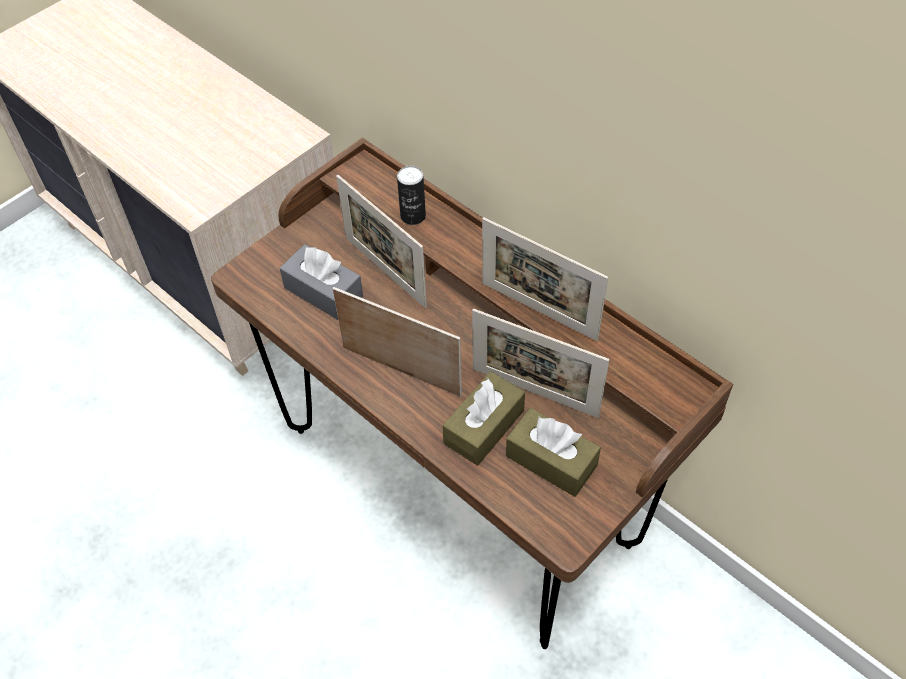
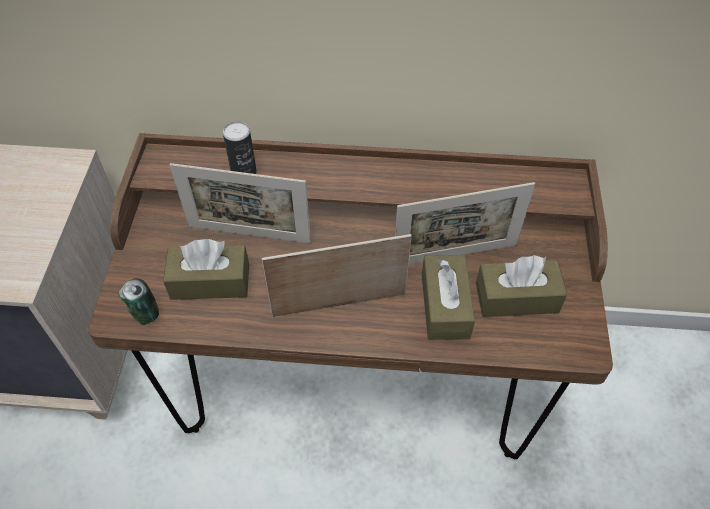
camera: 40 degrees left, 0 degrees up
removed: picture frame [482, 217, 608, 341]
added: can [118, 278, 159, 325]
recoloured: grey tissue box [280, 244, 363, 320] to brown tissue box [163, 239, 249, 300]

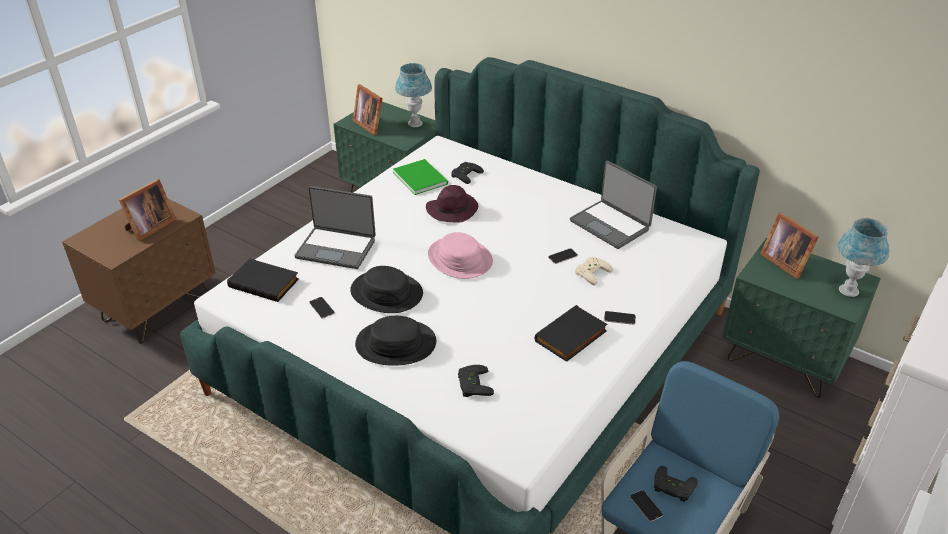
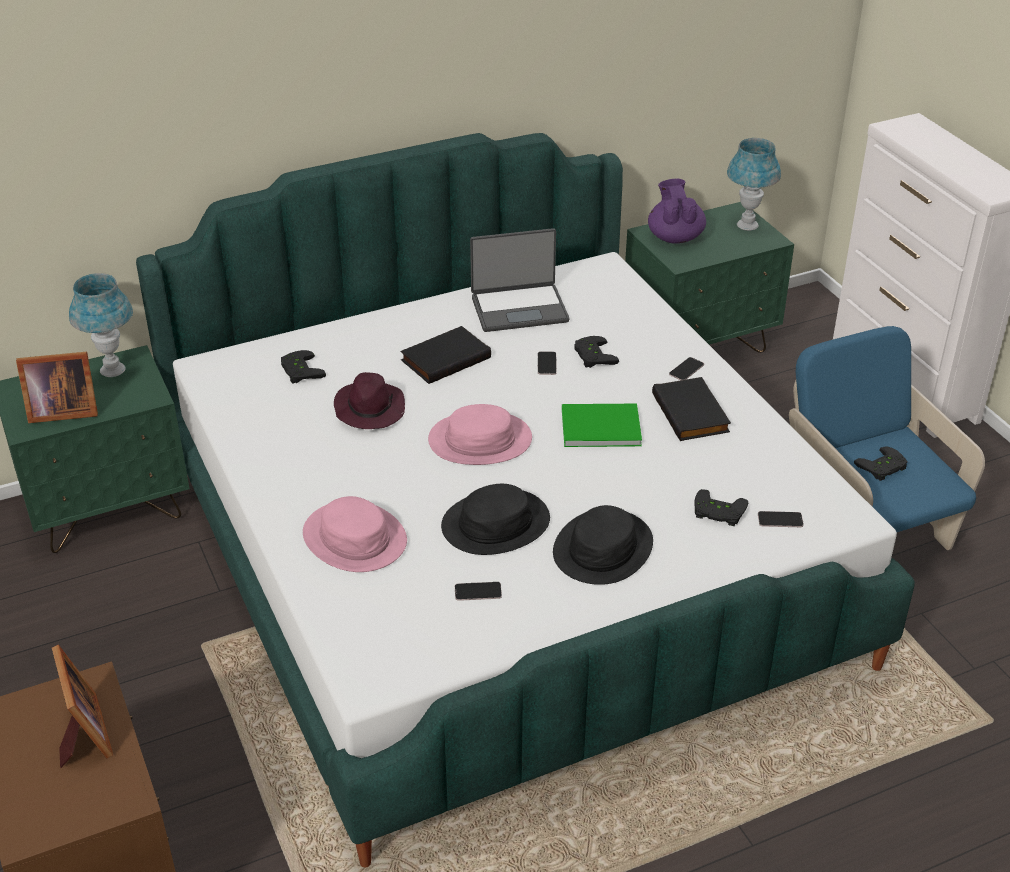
camera: 60 degrees left, 0 degrees up
moved: black book [227, 258, 299, 302] to [401, 326, 491, 384]; green book [393, 159, 448, 195] to [562, 404, 642, 447]; phone [630, 490, 663, 522] to [758, 511, 804, 527]
replaced: laptop [294, 186, 376, 269] to pink hat [303, 496, 407, 572]; picture frame [760, 212, 819, 279] to purple teapot [648, 179, 706, 244]
recoloured: beige game controller [575, 257, 613, 285] to black game controller [574, 336, 619, 368]

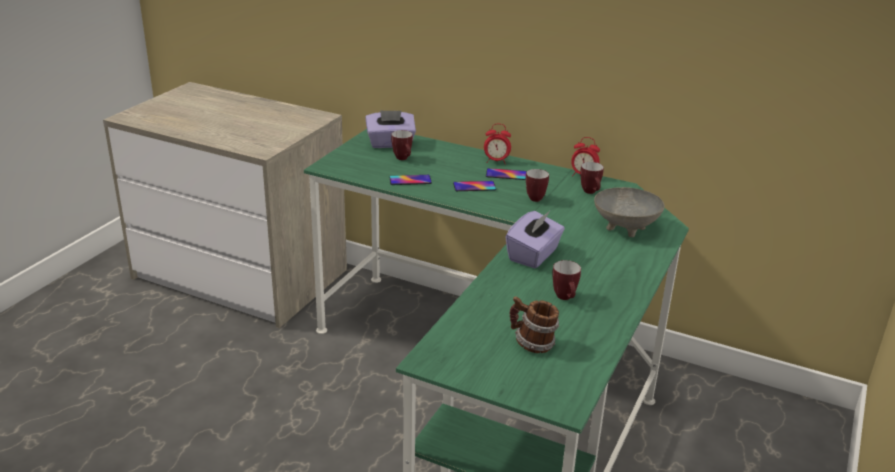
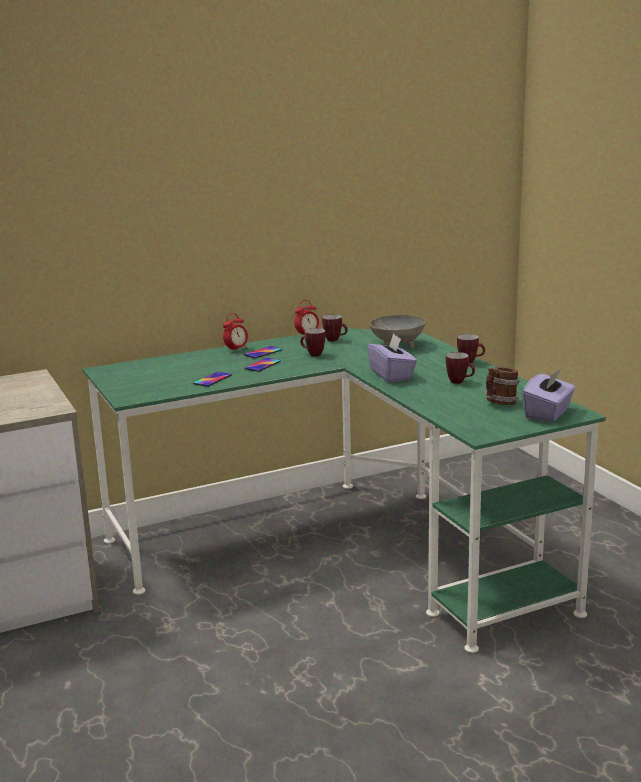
camera: 50 degrees left, 10 degrees down
moved: purple tissue box [365, 110, 416, 148] to [522, 369, 575, 423]; mug [391, 130, 413, 160] to [457, 334, 485, 363]

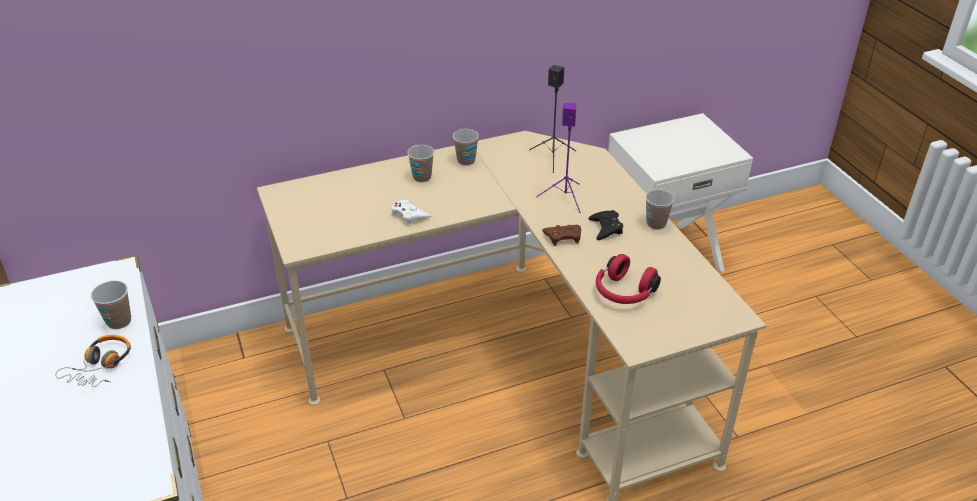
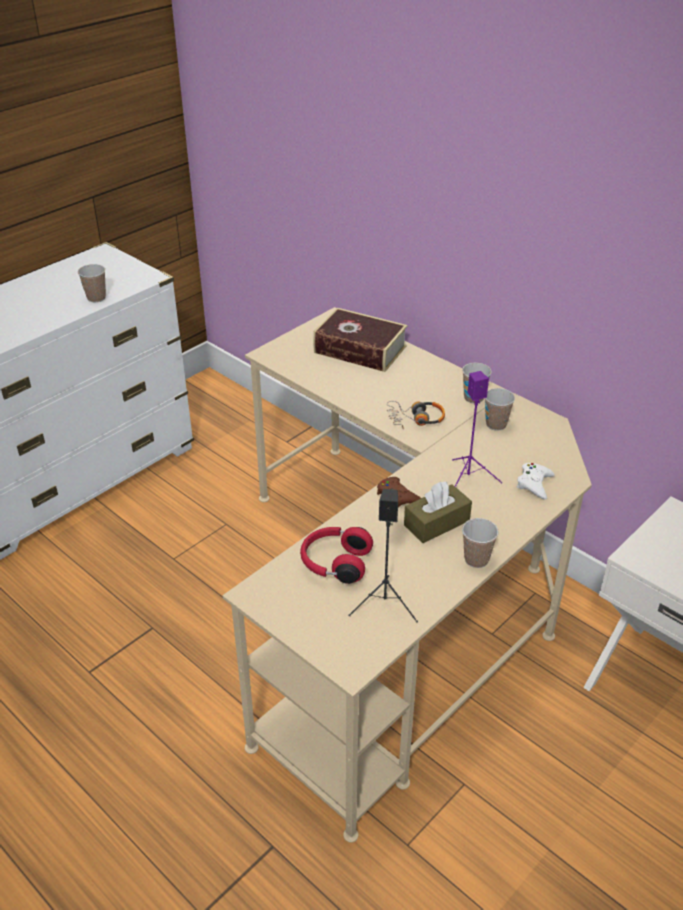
camera: 65 degrees right, 0 degrees up
added: book [313, 308, 407, 372]
moved: headphones [55, 335, 131, 387] to [386, 401, 445, 429]; white game controller [391, 200, 431, 225] to [517, 463, 555, 500]; cup [407, 145, 434, 182] to [485, 388, 515, 431]; black speaker [529, 65, 576, 173] to [348, 489, 418, 623]
replaced: black game controller [589, 210, 623, 240] to brown tissue box [404, 482, 472, 543]

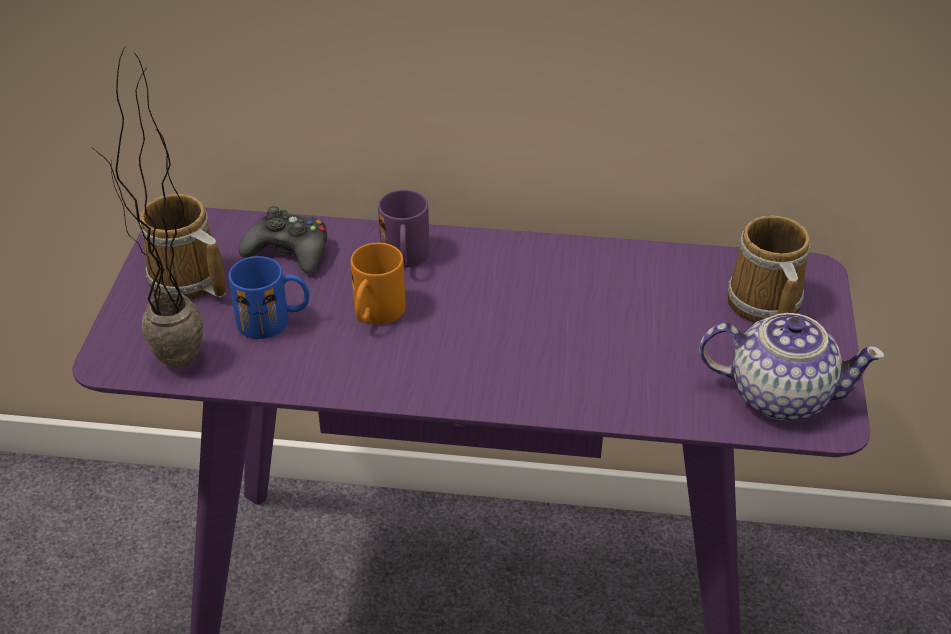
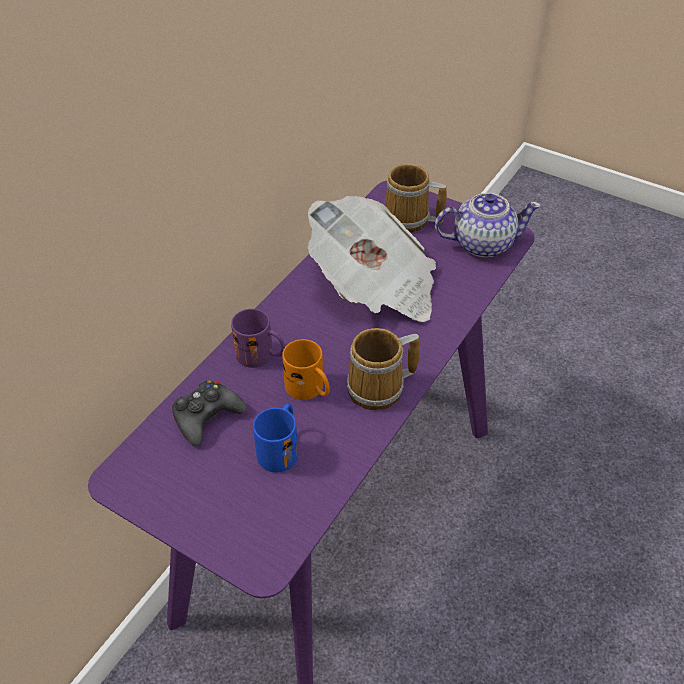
camera: 65 degrees left, 5 degrees up
removed: potted plant [93, 47, 203, 368]
added: newspaper [308, 196, 436, 322]
moved: mug [139, 194, 226, 300] to [347, 328, 420, 410]
turned: teapot [699, 313, 885, 420] = [435, 193, 541, 257] 45 degrees clockwise

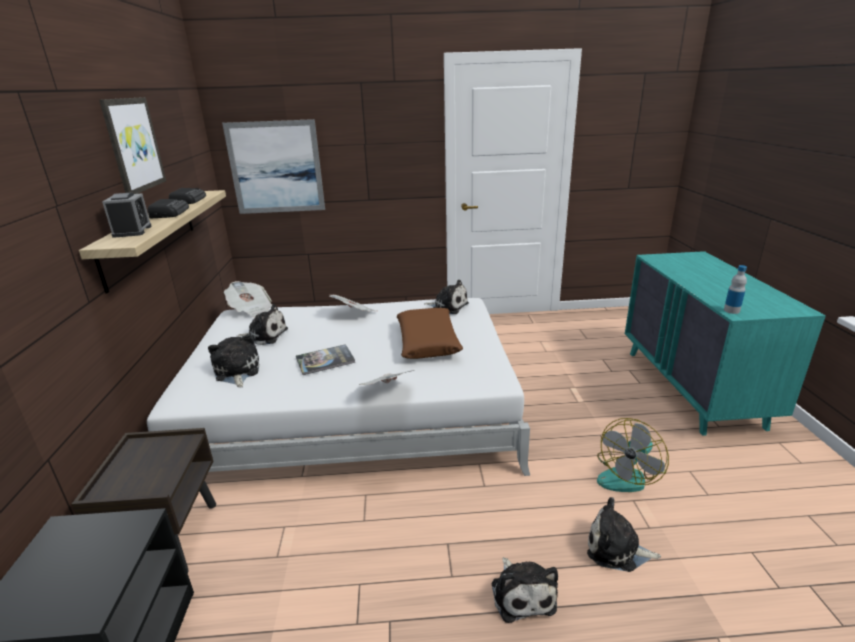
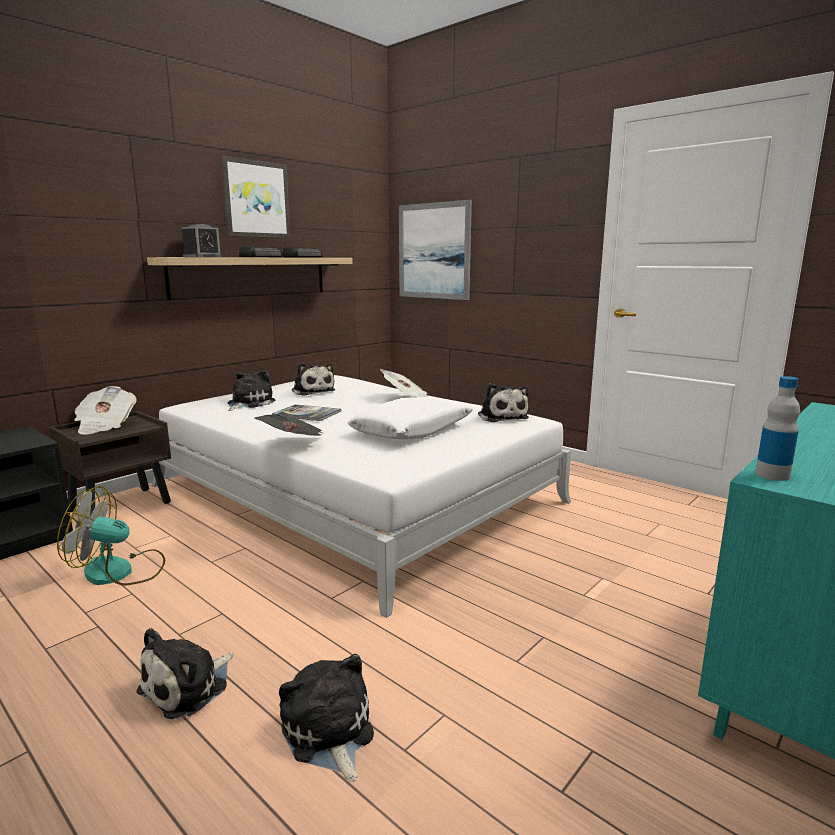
camera: 45 degrees right, 10 degrees down
moved: newspaper [224, 281, 273, 318] to [74, 386, 137, 434]; fan [597, 418, 669, 492] to [57, 486, 165, 586]
recoloured: brown pillow [397, 308, 463, 359] to white pillow [348, 397, 473, 439]

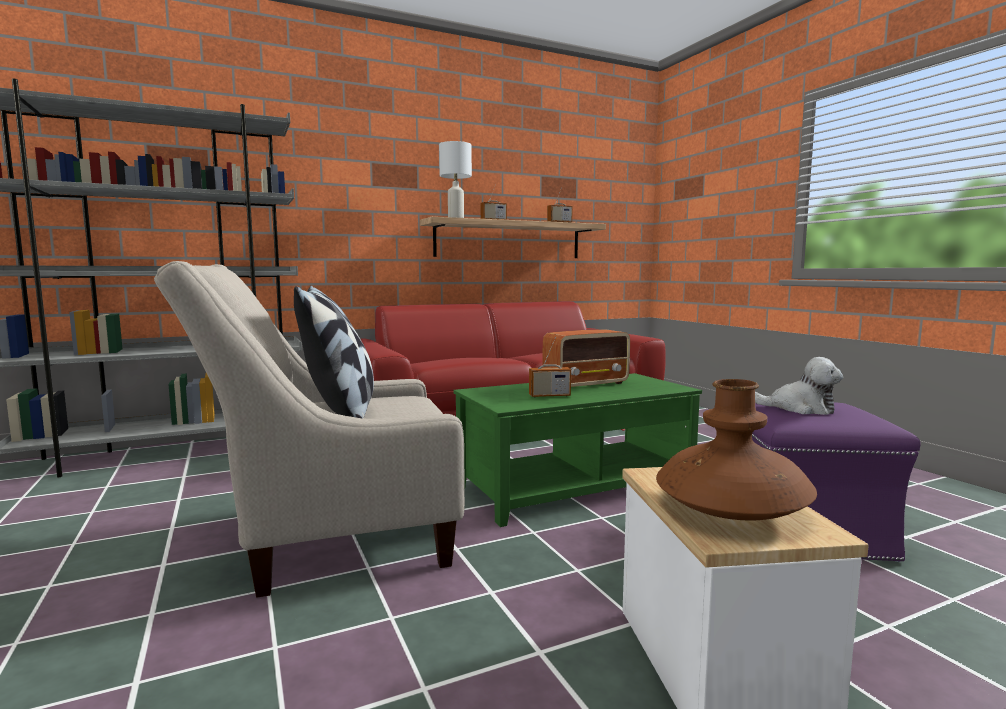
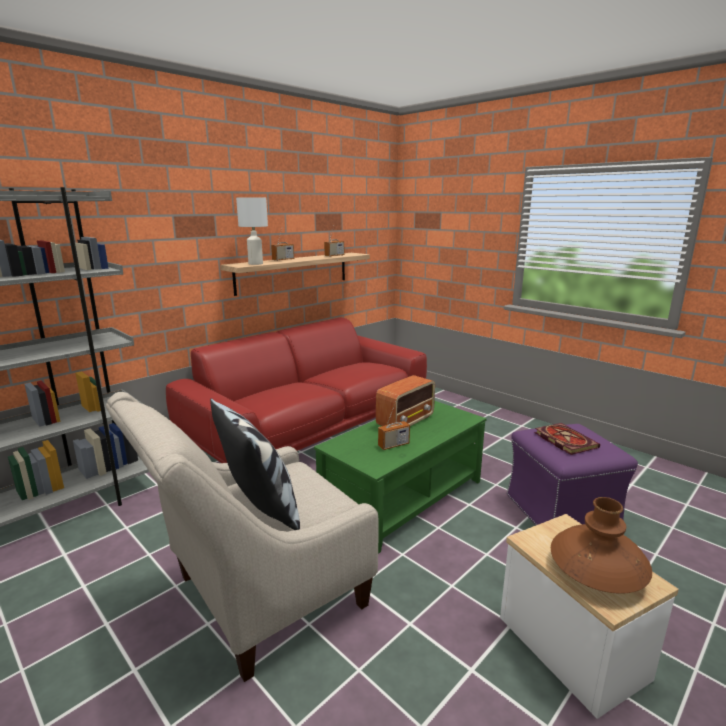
camera: 20 degrees left, 10 degrees up
replaced: plush toy [755, 357, 843, 415] to book [534, 423, 600, 455]

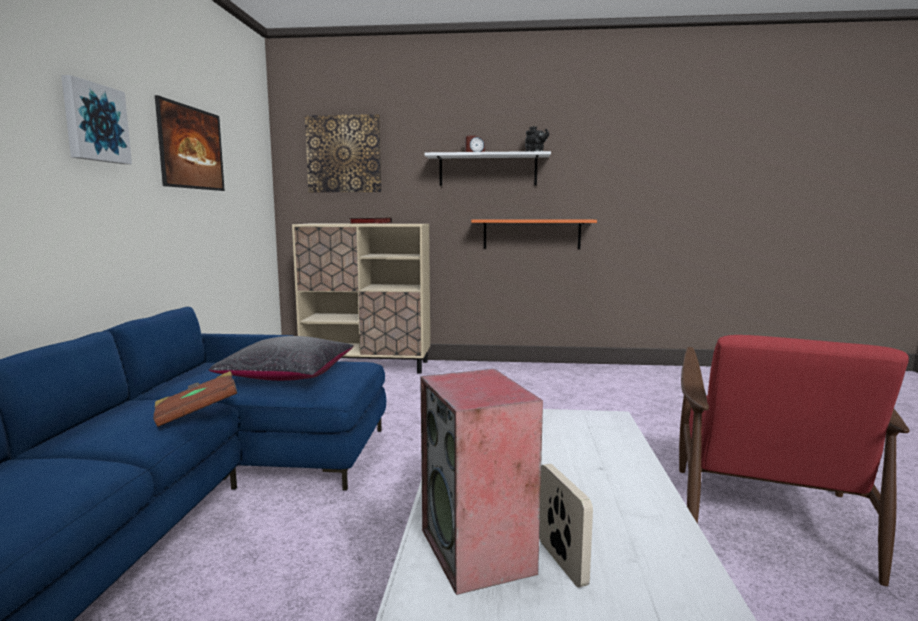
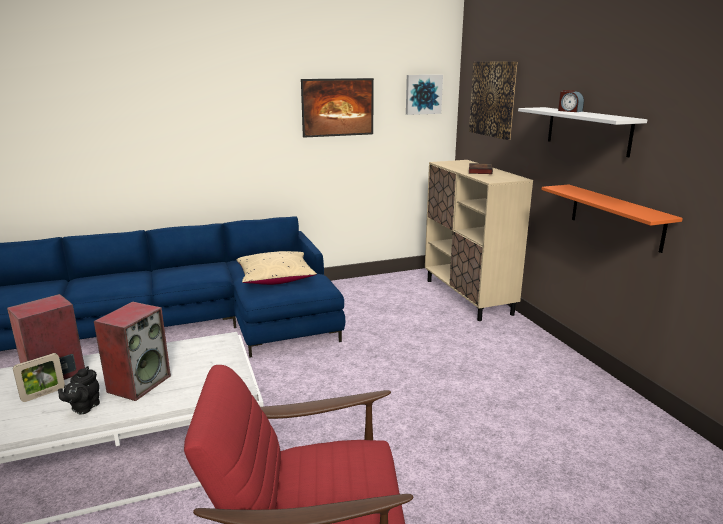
camera: 65 degrees right, 10 degrees up
removed: brown book [153, 371, 237, 427]
added: speaker [94, 302, 171, 401]
moved: picture [61, 75, 132, 164] to [406, 75, 443, 115]; black teapot [525, 126, 549, 151] to [58, 366, 100, 415]
recoloured: black pillow [209, 336, 354, 381] to beige pillow [237, 251, 317, 285]

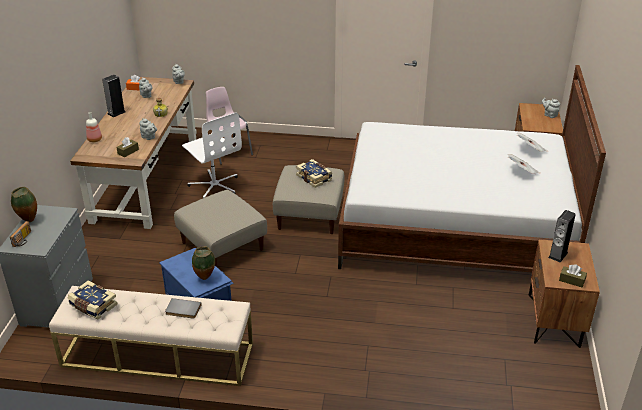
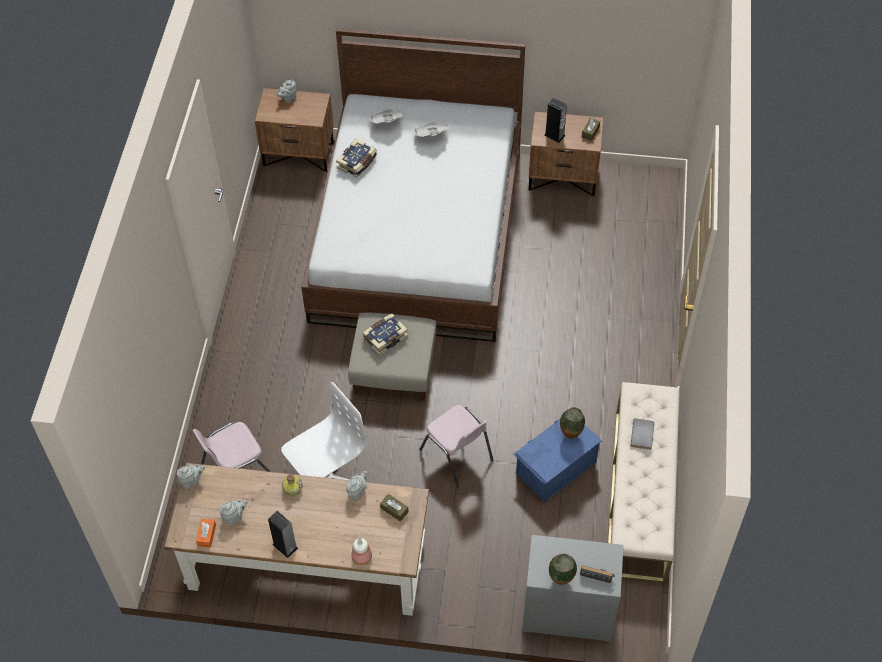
camera: 90 degrees left, 20 degrees up
moved: book [67, 281, 118, 319] to [336, 139, 377, 178]
replaced: beige ottoman [174, 190, 267, 267] to pink chair [419, 405, 494, 487]

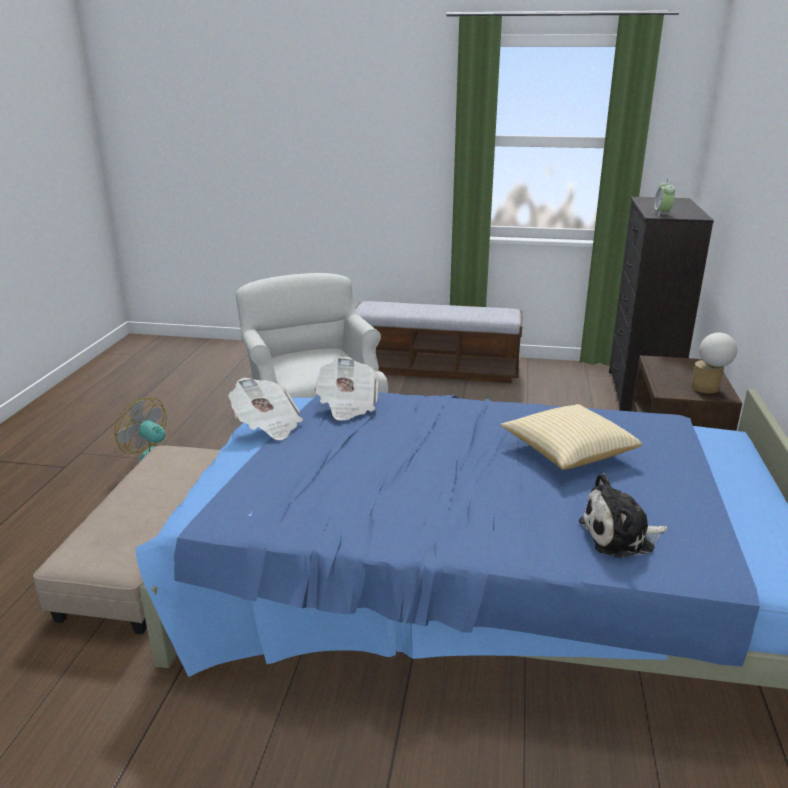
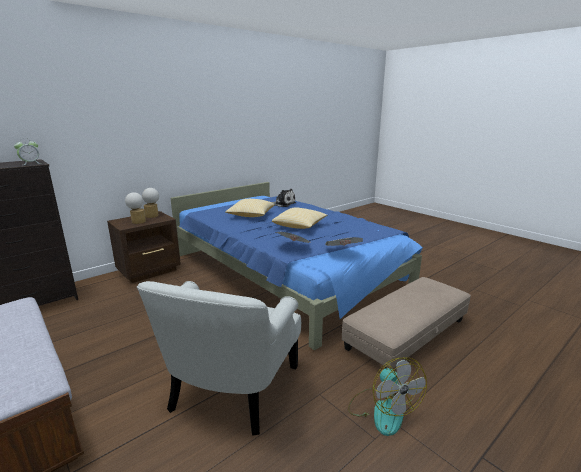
camera: 140 degrees left, 5 degrees down
added: table lamp [125, 192, 146, 224]; pillow [272, 208, 328, 229]

